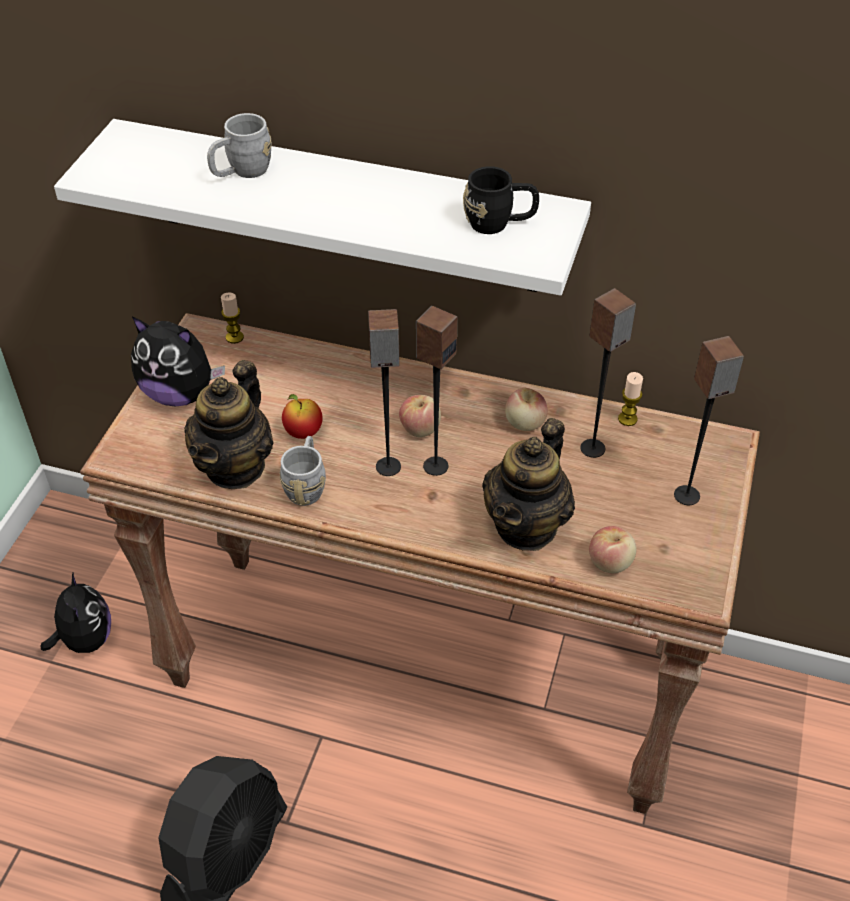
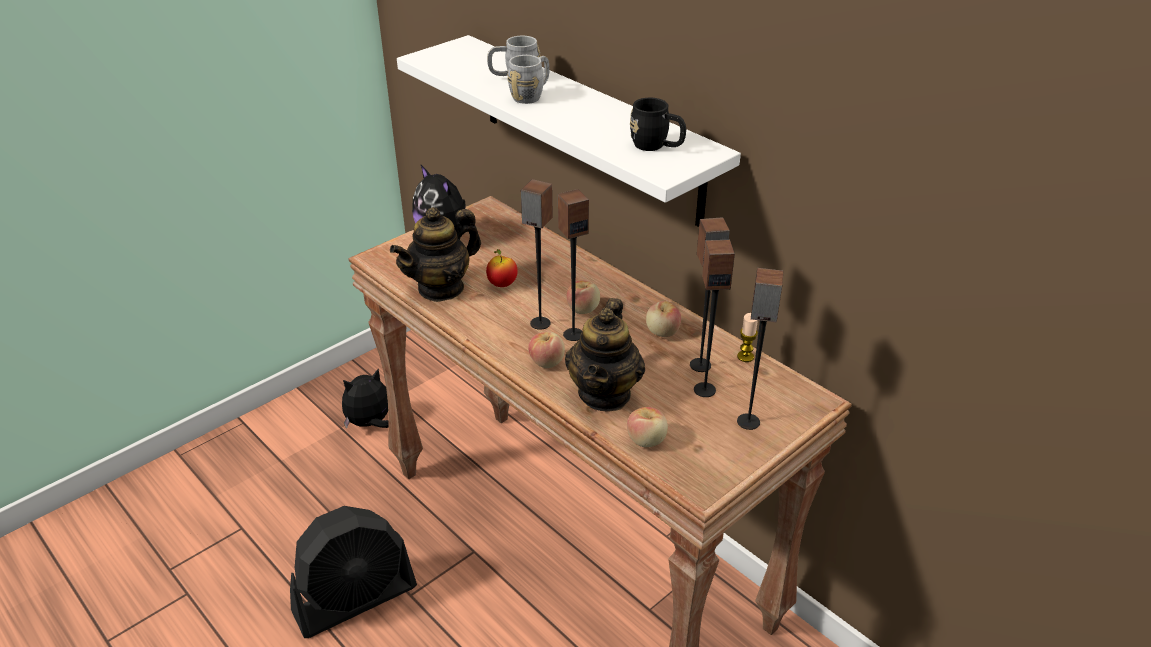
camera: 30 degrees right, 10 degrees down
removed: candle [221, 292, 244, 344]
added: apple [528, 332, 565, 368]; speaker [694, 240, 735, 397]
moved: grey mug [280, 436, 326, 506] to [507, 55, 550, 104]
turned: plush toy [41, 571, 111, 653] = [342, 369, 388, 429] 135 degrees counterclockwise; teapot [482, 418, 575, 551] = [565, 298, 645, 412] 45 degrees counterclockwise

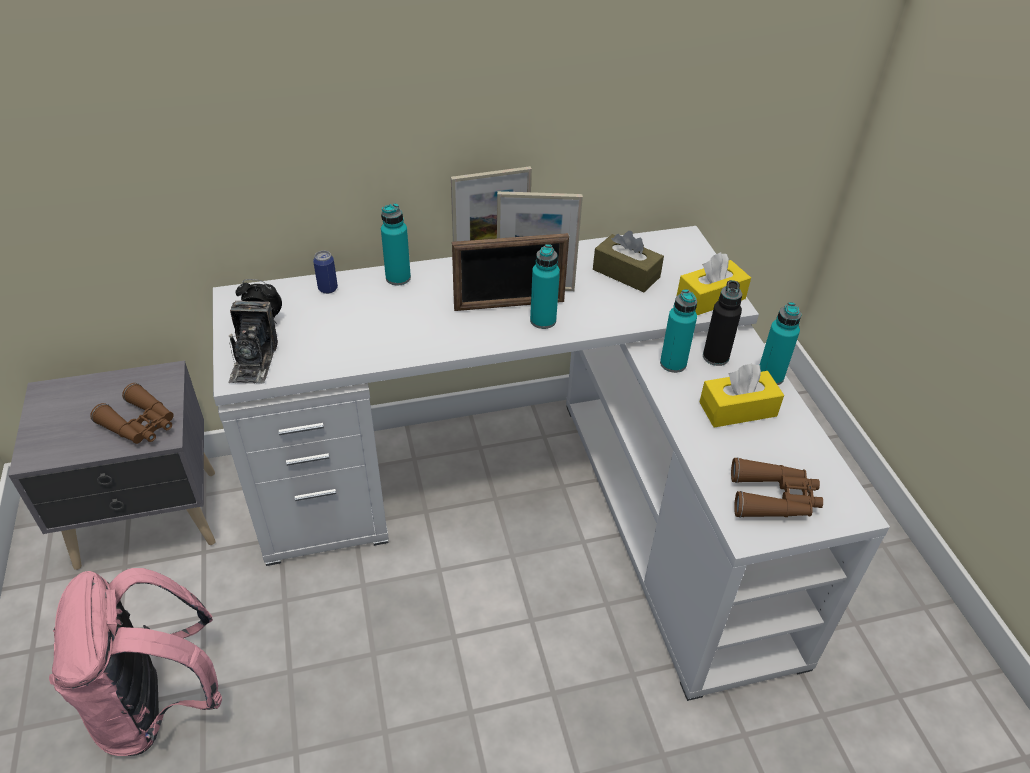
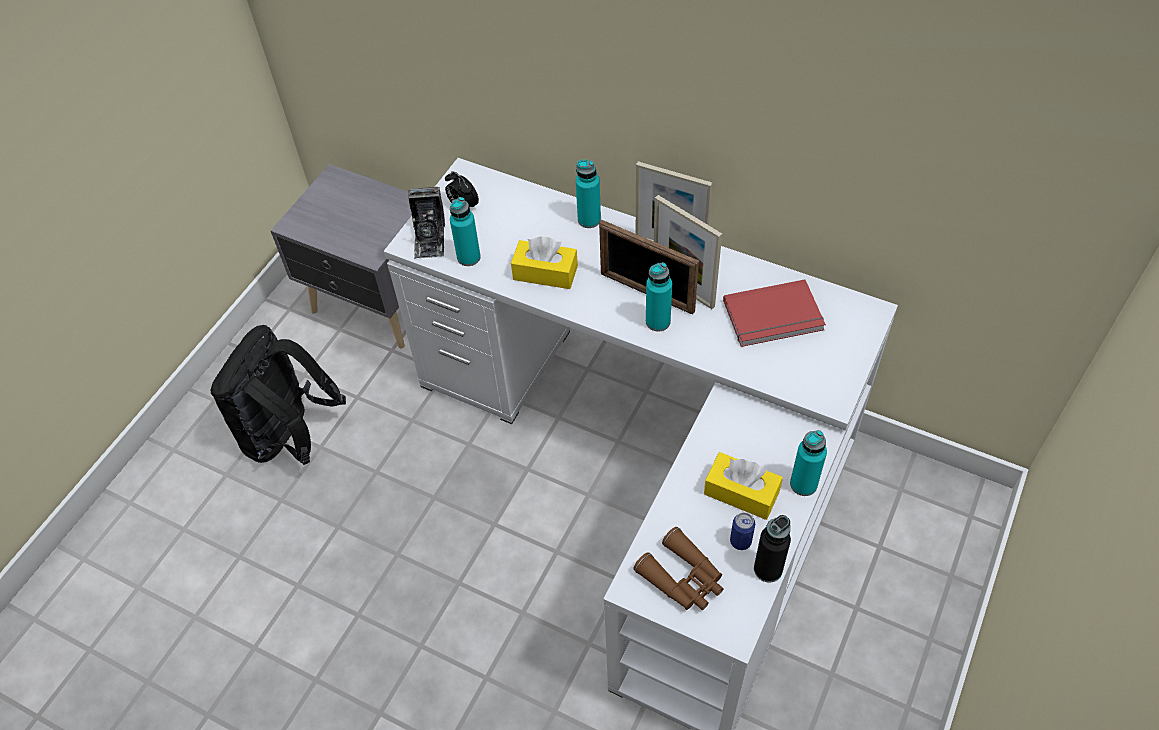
camera: 45 degrees right, 10 degrees up
removed: brown binoculars [90, 383, 174, 444]
moved: can [313, 251, 338, 294] to [730, 512, 755, 550]; turquoise bottle [660, 289, 697, 373] to [450, 197, 481, 266]; yellow tissue box [676, 252, 751, 315] to [511, 237, 578, 289]; black bottle [703, 280, 742, 366] to [754, 515, 791, 582]
replaced: brown tissue box [593, 231, 664, 292] to red book [723, 279, 826, 347]
recoloured: pink backpack [49, 568, 222, 756] to black backpack [211, 325, 346, 465]
turned: photo camera [228, 301, 278, 384] = [408, 187, 445, 259] 45 degrees counterclockwise

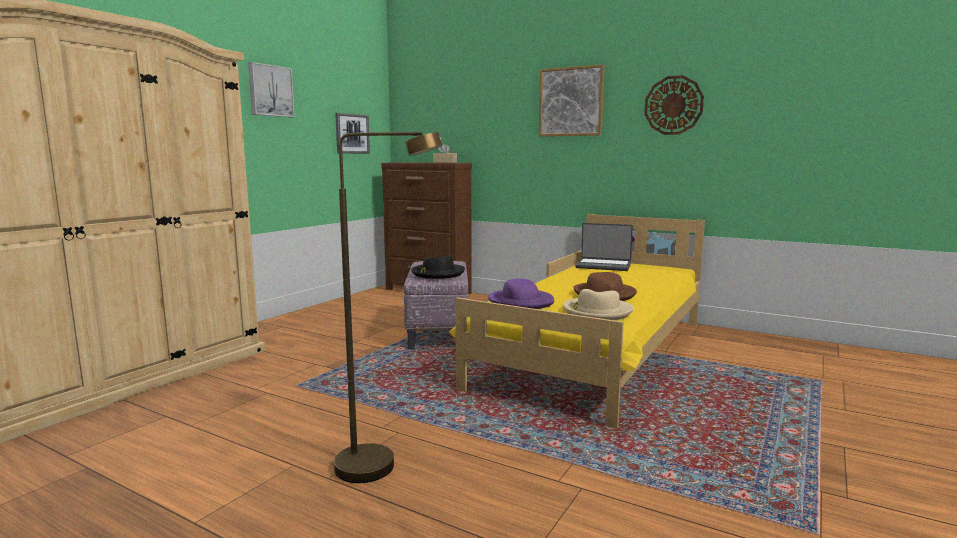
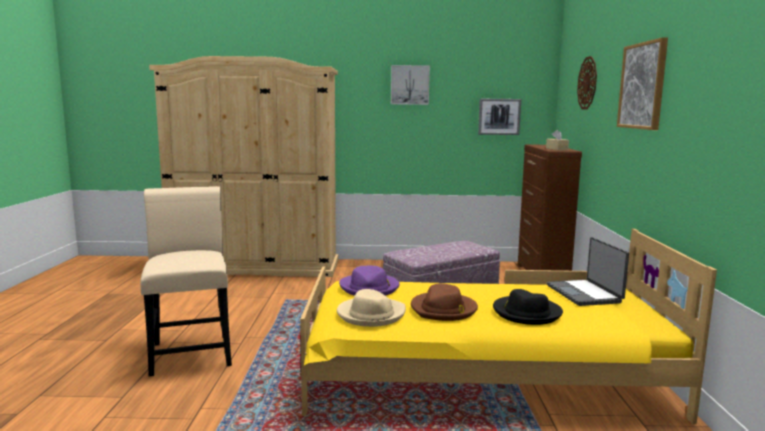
camera: 60 degrees right, 0 degrees up
moved: black hat [411, 256, 465, 279] to [493, 289, 563, 325]; wall clock [644, 75, 704, 135] to [577, 56, 597, 109]
replaced: brown floor lamp [334, 132, 443, 483] to beige chair [140, 186, 232, 376]

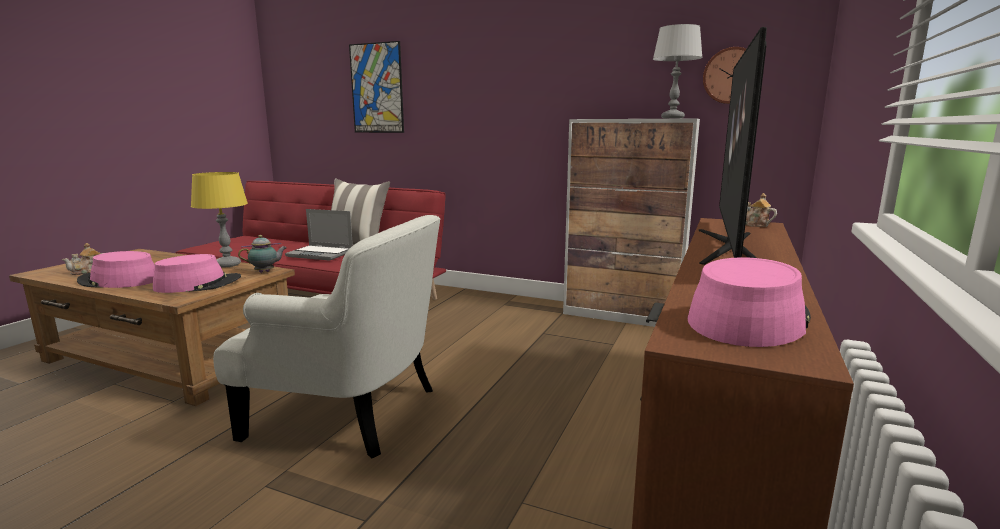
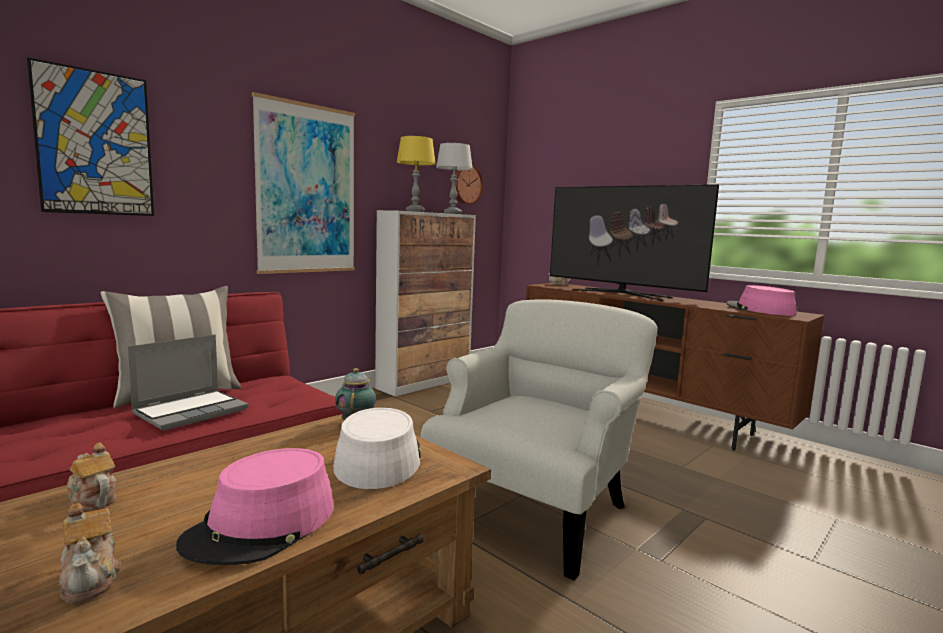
camera: 70 degrees left, 5 degrees down
added: teapot [67, 443, 117, 510]; picture [252, 92, 355, 274]
moved: yellow table lamp [191, 172, 248, 268] to [397, 136, 436, 212]
recoloured: pink hat [153, 254, 241, 293] to white hat [333, 408, 421, 489]

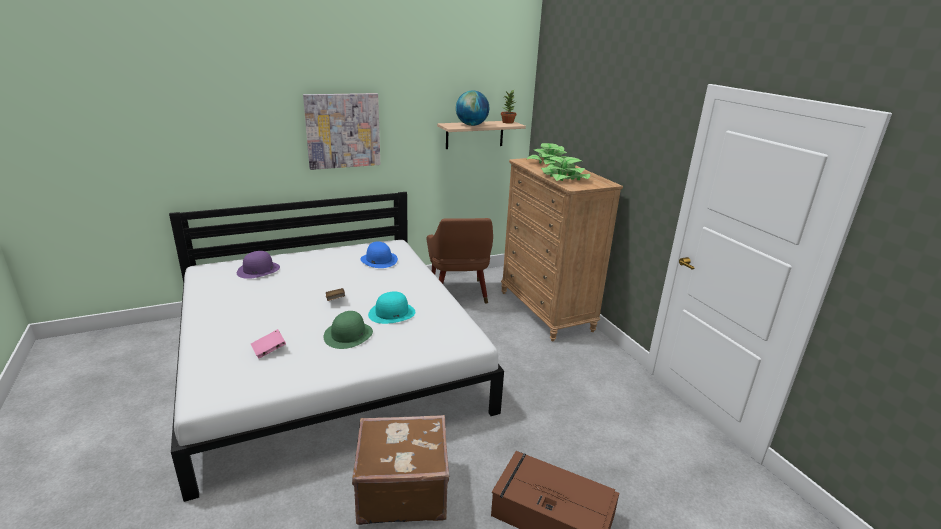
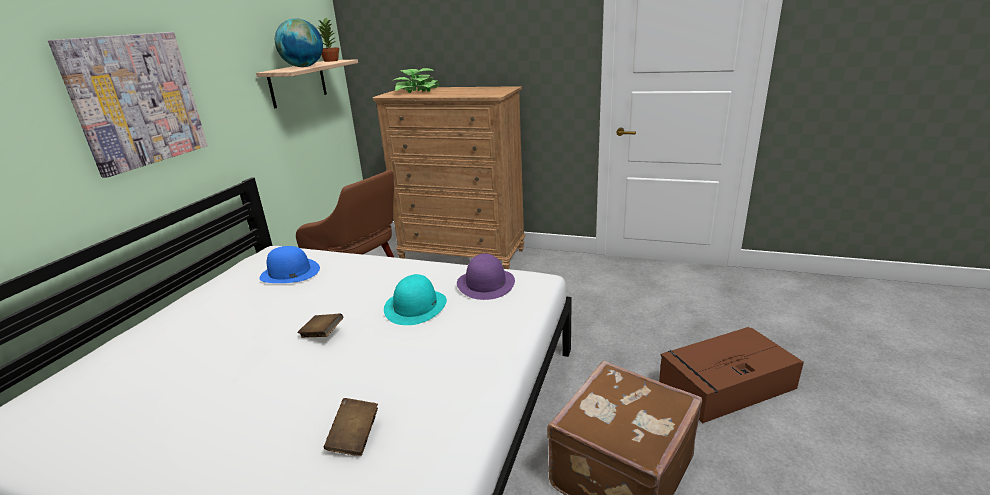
camera: 45 degrees left, 0 degrees up
removed: green hat [323, 311, 373, 349]; potted plant [541, 157, 591, 181]
moved: purple hat [237, 251, 280, 279] to [457, 254, 515, 300]
recoloured: pink book [251, 329, 286, 358] to brown book [324, 398, 378, 456]

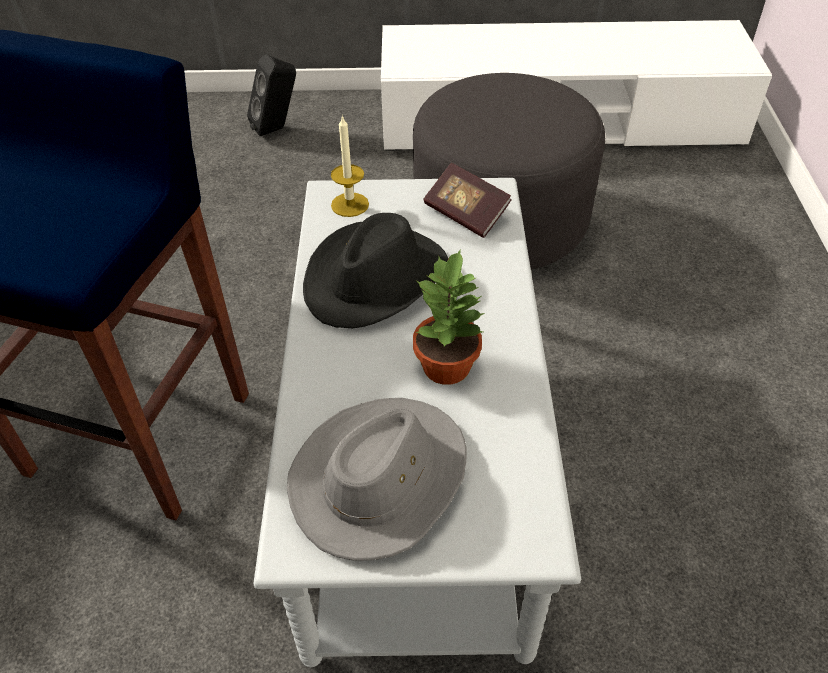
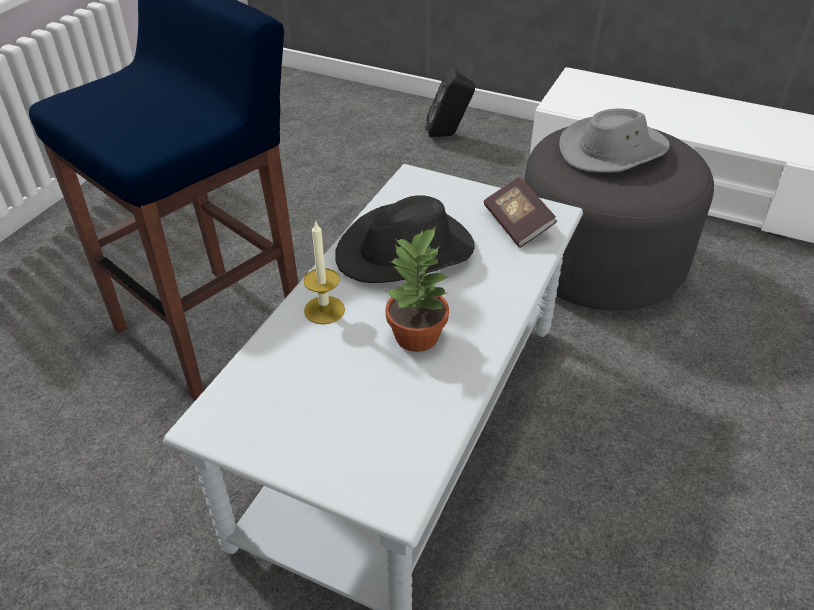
camera: 25 degrees right, 5 degrees down
moved: grey hat [287, 398, 467, 561] to [559, 109, 670, 173]; candle [331, 115, 369, 217] to [303, 222, 345, 324]

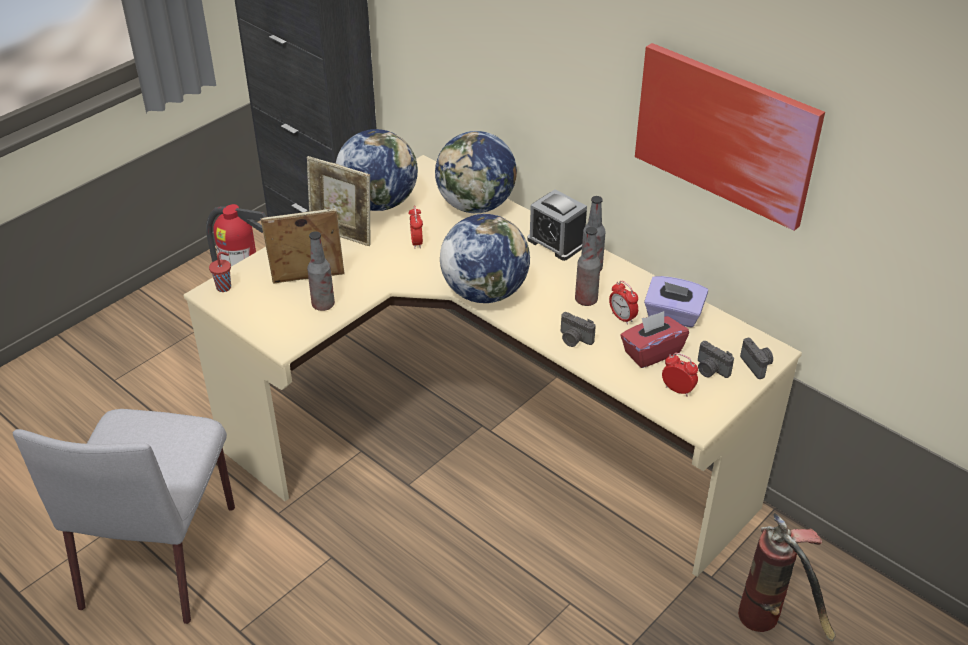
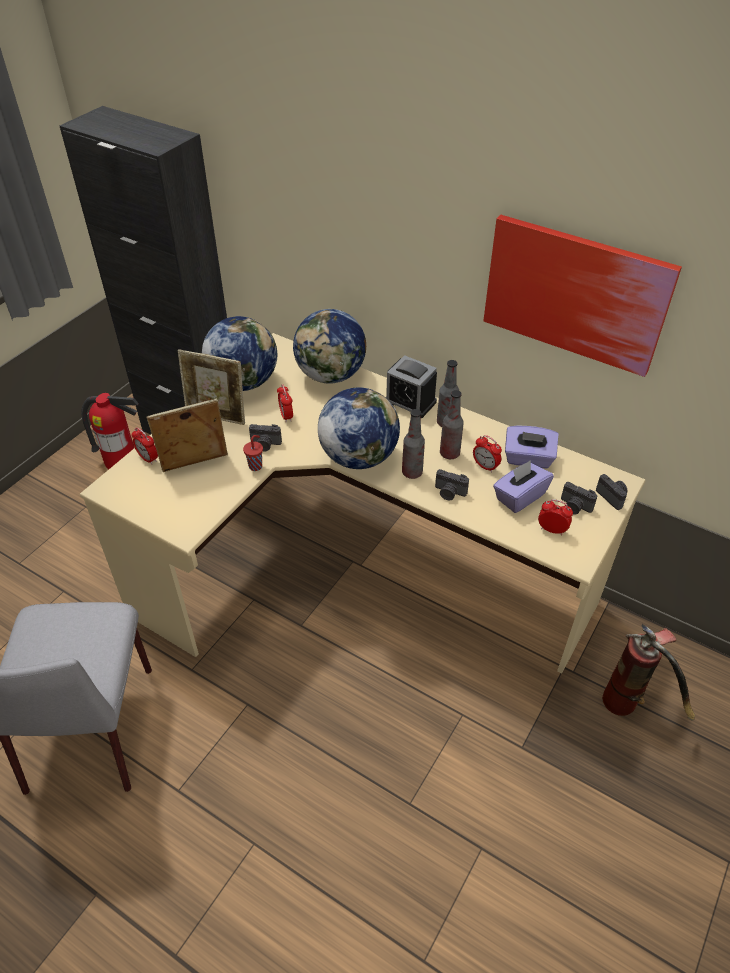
camera: 10 degrees left, 5 degrees up
added: alarm clock [131, 427, 158, 465]; photo camera [249, 424, 282, 451]
moved: red cup [209, 252, 231, 292] to [243, 435, 263, 471]; bottle [307, 231, 335, 311] to [402, 409, 425, 479]
recoloured: red tissue box [620, 311, 689, 368] to purple tissue box [493, 460, 554, 513]

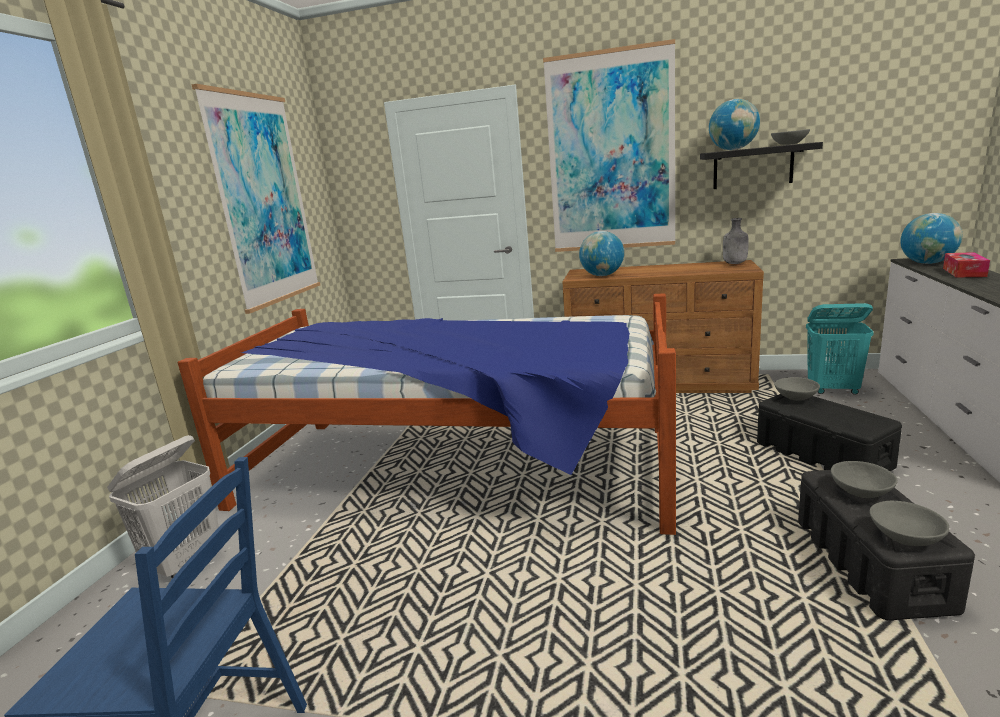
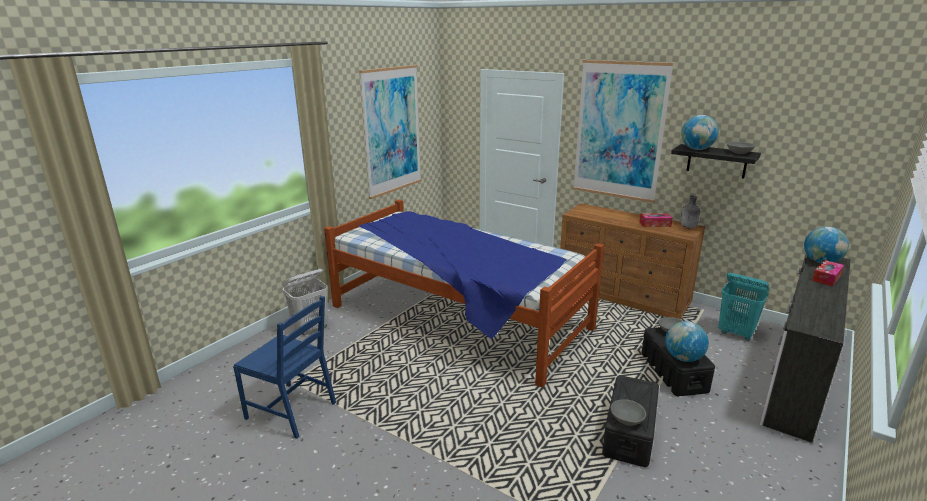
camera: 20 degrees right, 5 degrees up
removed: grey bowl [831, 461, 898, 498]
added: tissue box [639, 213, 673, 227]
moved: globe [579, 231, 624, 276] to [665, 321, 709, 362]

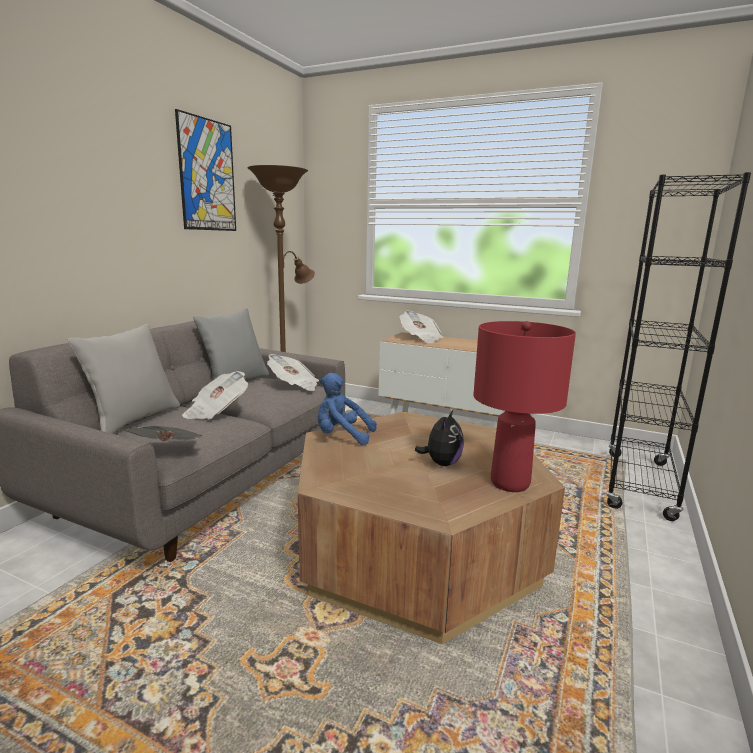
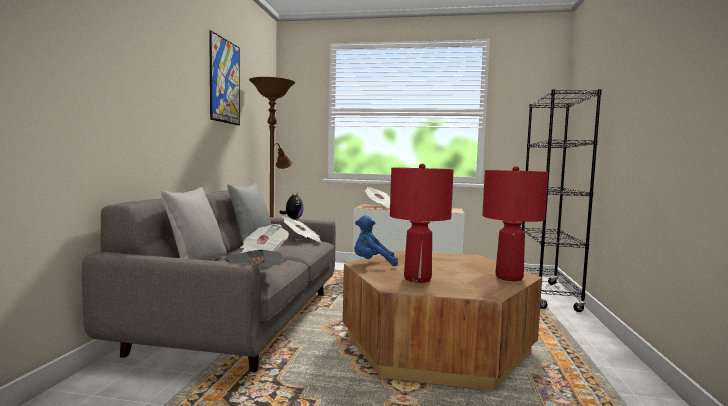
camera: 15 degrees left, 10 degrees down
added: red table lamp [390, 164, 454, 283]
moved: plush toy [415, 410, 464, 466] to [279, 193, 304, 219]

